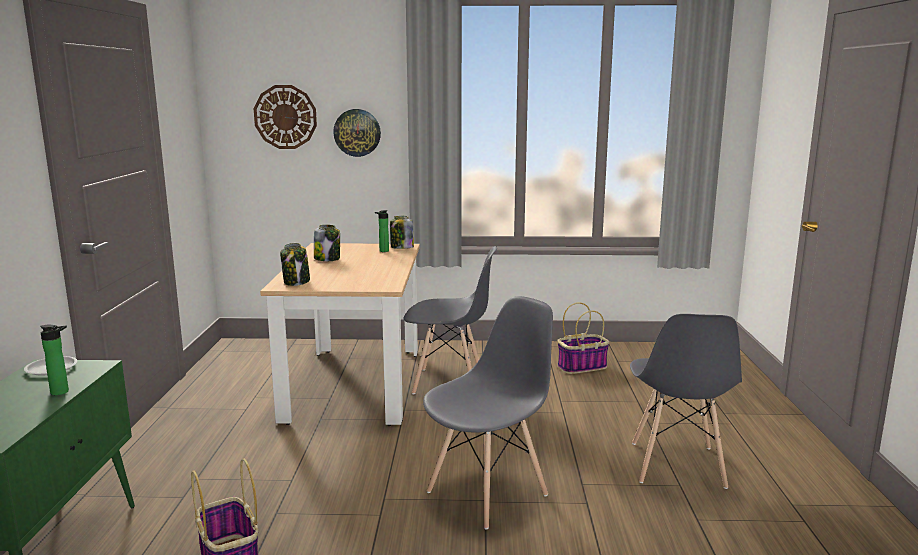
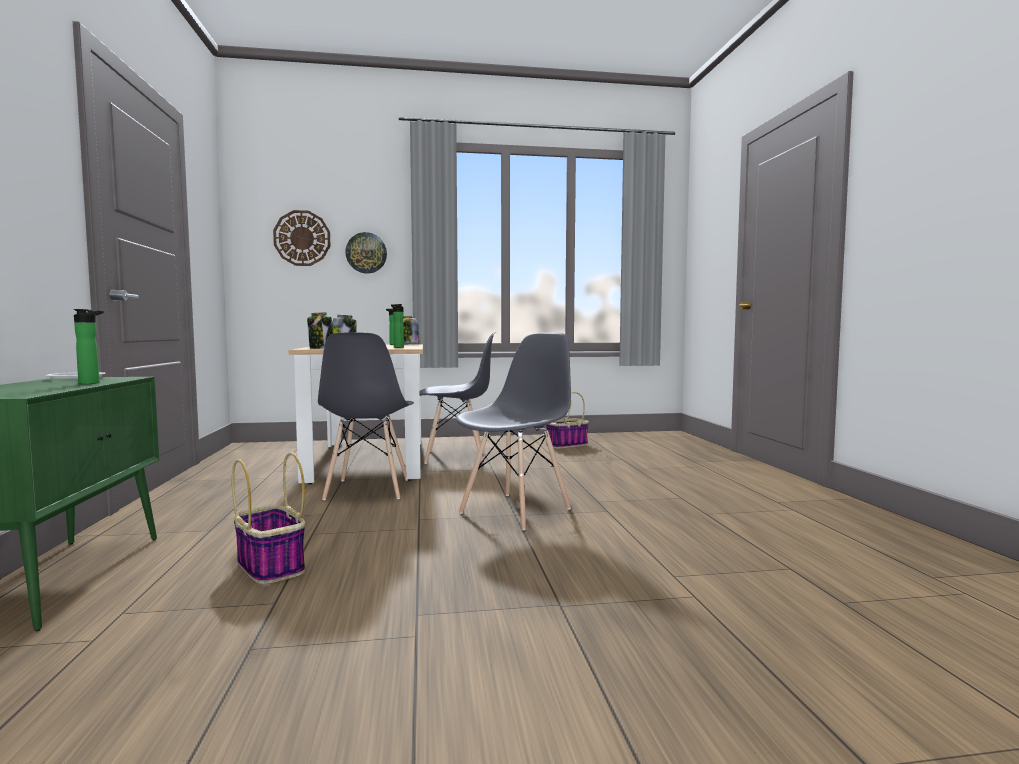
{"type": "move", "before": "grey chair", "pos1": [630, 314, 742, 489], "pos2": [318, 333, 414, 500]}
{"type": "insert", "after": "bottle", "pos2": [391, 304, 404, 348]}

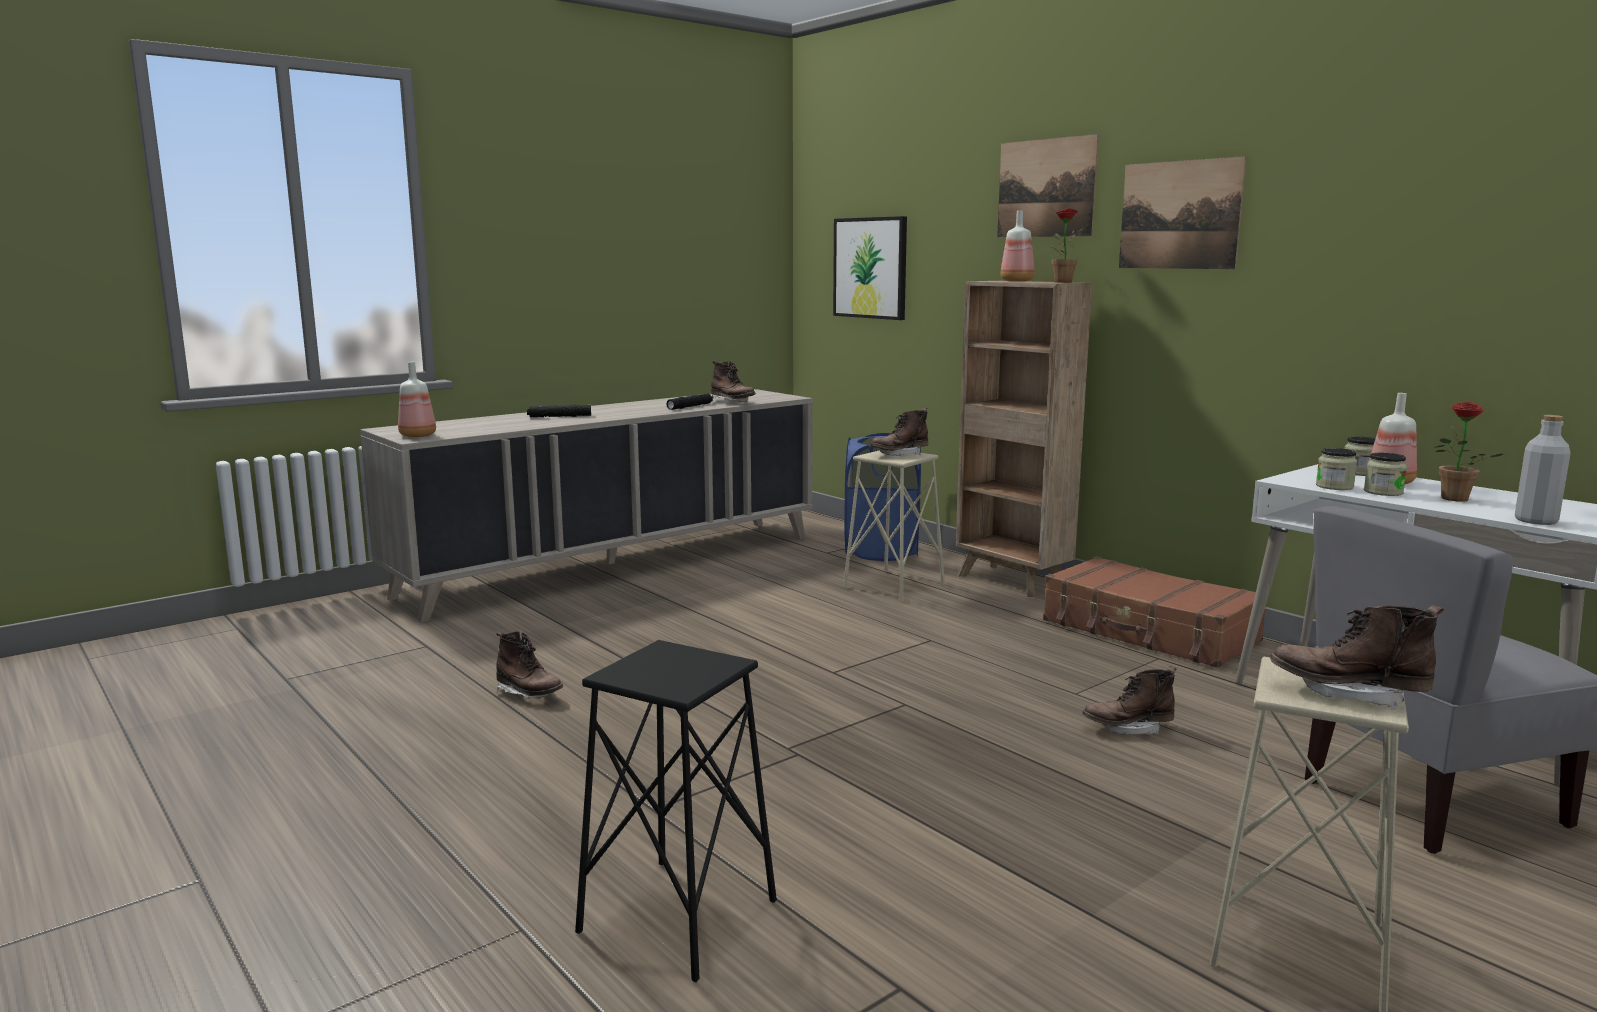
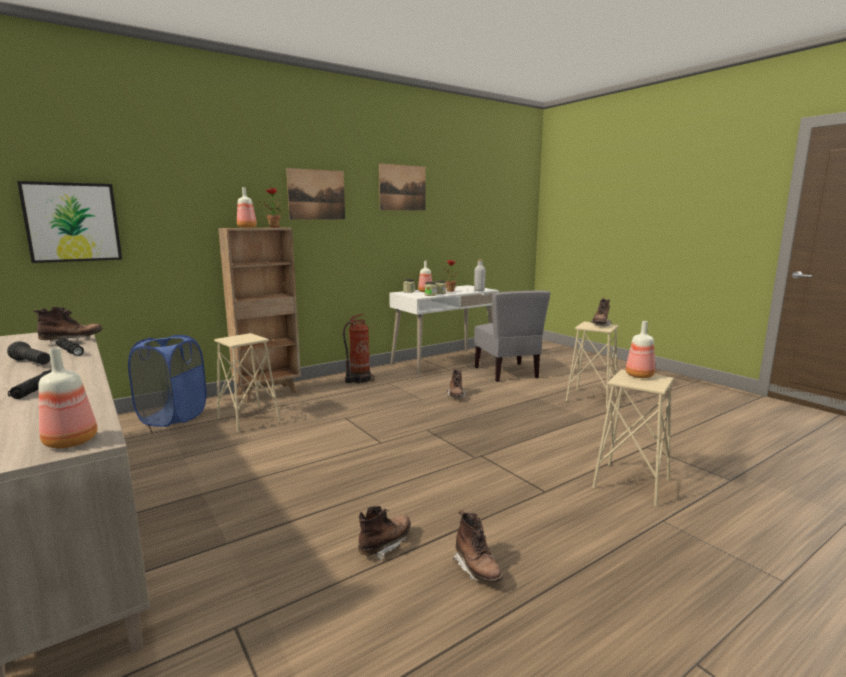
{"type": "move", "before": "picture", "pos1": [997, 134, 1099, 237], "pos2": [379, 163, 425, 211]}
{"type": "move", "before": "brown boot", "pos1": [870, 408, 928, 456], "pos2": [453, 510, 503, 583]}
{"type": "replace", "before": "brown suitcase", "after": "fire extinguisher", "pos1": [1043, 556, 1266, 668], "pos2": [343, 314, 374, 384]}
{"type": "recolor", "before": "black stool", "after": "beige stool", "pos1": [575, 640, 777, 982], "pos2": [592, 370, 674, 507]}
{"type": "insert", "after": "bottle", "pos2": [626, 321, 655, 378]}
{"type": "insert", "after": "black flashlight", "pos2": [7, 341, 50, 365]}

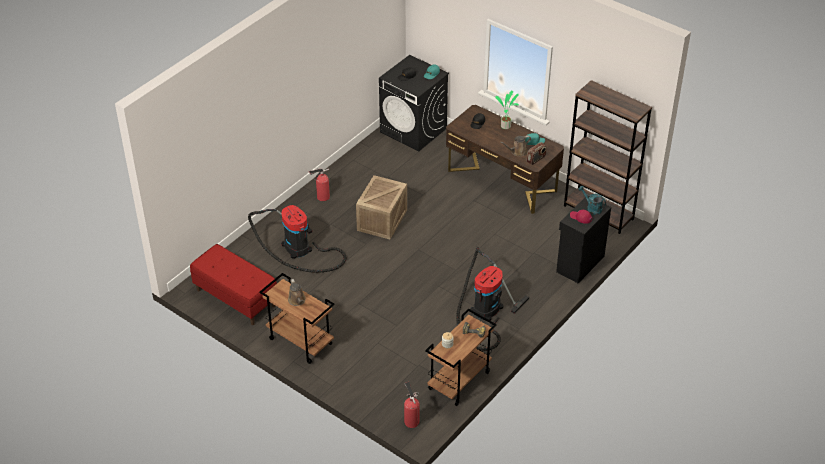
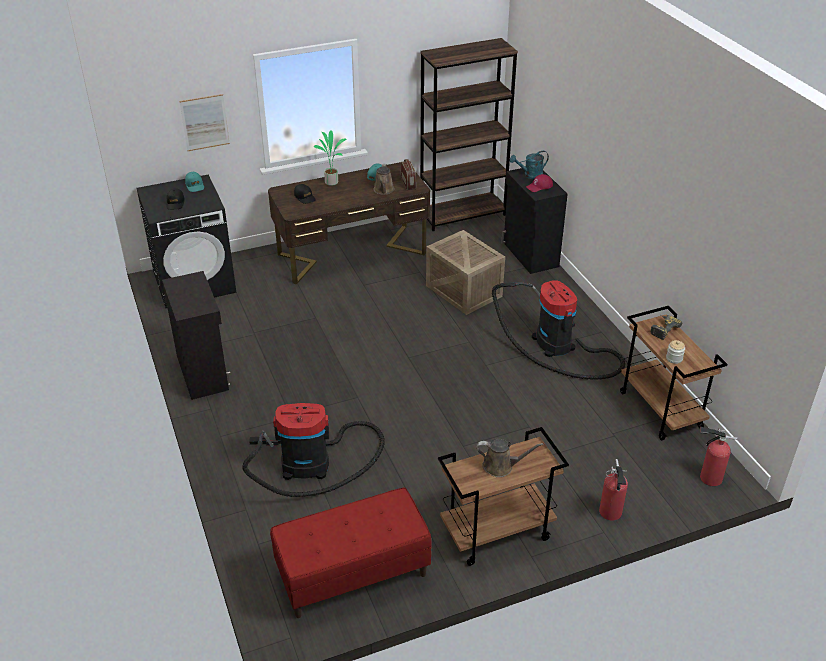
{"type": "move", "before": "fire extinguisher", "pos1": [309, 168, 330, 201], "pos2": [599, 459, 628, 520]}
{"type": "move", "before": "crate", "pos1": [356, 175, 407, 239], "pos2": [426, 230, 505, 315]}
{"type": "insert", "after": "picture", "pos2": [179, 94, 230, 151]}
{"type": "insert", "after": "black cabinet", "pos2": [162, 271, 232, 400]}

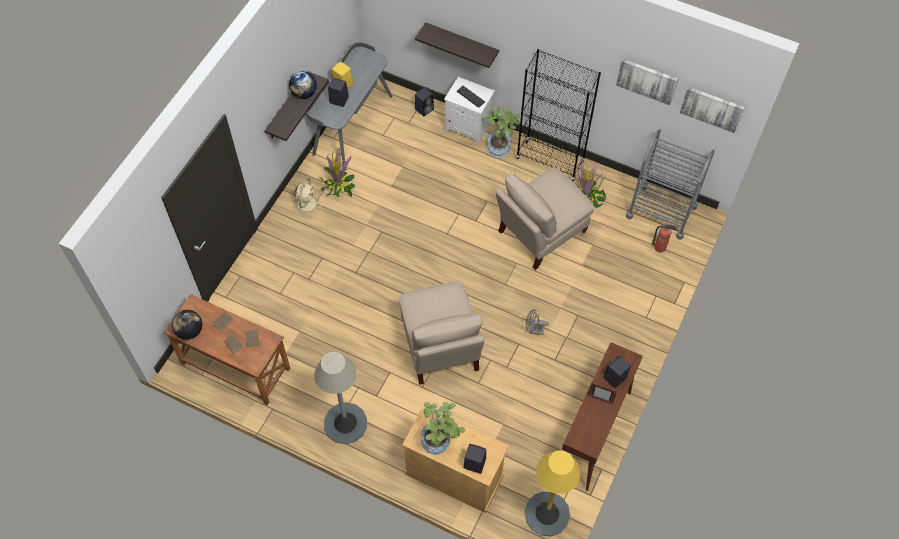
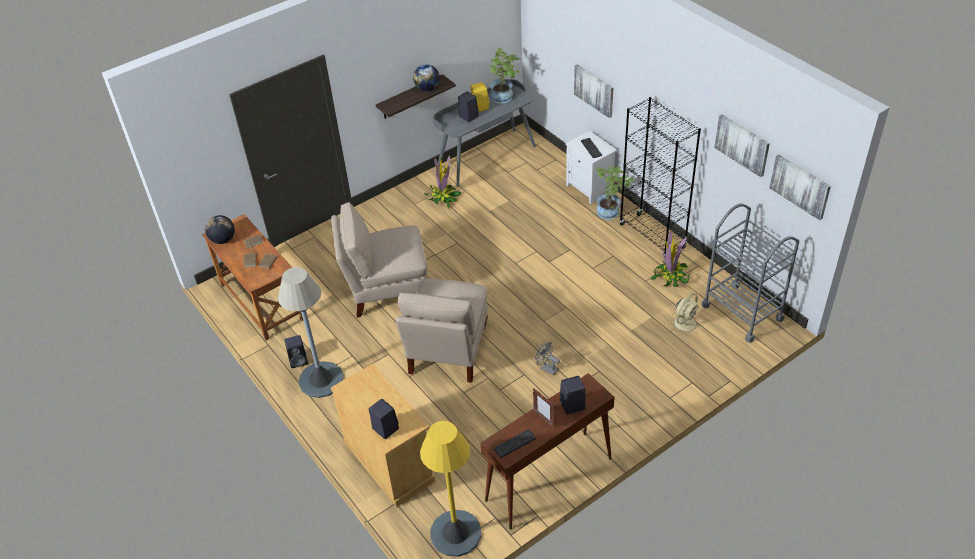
{"type": "replace", "before": "shelf", "after": "picture", "pos1": [415, 22, 499, 68], "pos2": [574, 65, 613, 118]}
{"type": "move", "before": "black speaker", "pos1": [415, 87, 434, 117], "pos2": [285, 335, 308, 368]}
{"type": "move", "before": "beige chair", "pos1": [496, 168, 594, 270], "pos2": [331, 202, 427, 317]}
{"type": "move", "before": "beige fan", "pos1": [293, 178, 322, 216], "pos2": [670, 293, 703, 336]}
{"type": "delete", "before": "fire extinguisher", "pos1": [651, 224, 678, 253]}
{"type": "move", "before": "potted plant", "pos1": [421, 402, 466, 455], "pos2": [488, 48, 521, 103]}
{"type": "insert", "after": "keyboard", "pos2": [494, 429, 536, 458]}

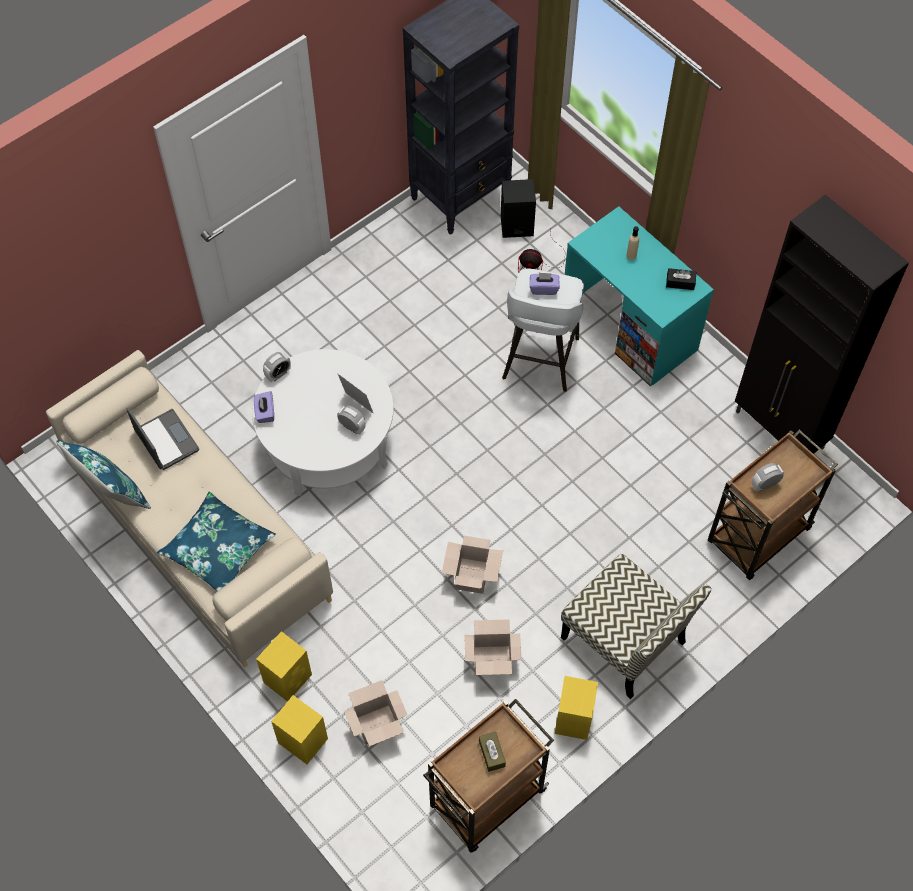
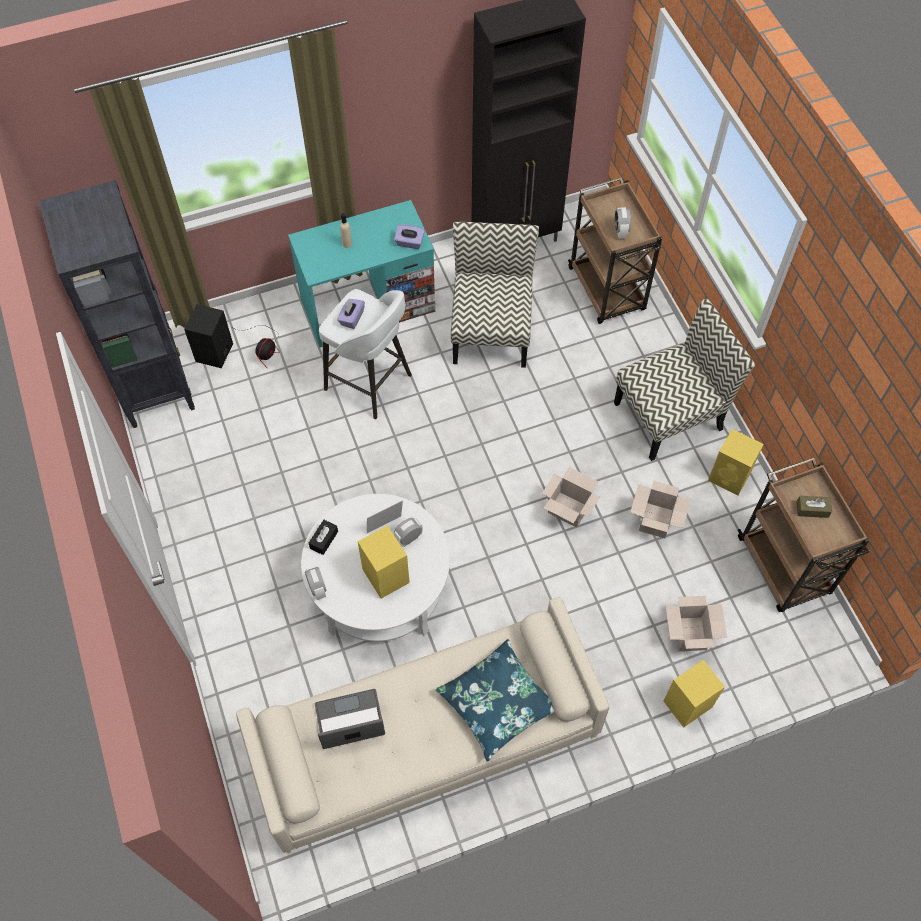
{"type": "move", "before": "black tissue box", "pos1": [666, 268, 696, 290], "pos2": [309, 520, 338, 555]}
{"type": "move", "before": "purple tissue box", "pos1": [254, 391, 274, 423], "pos2": [394, 224, 425, 249]}
{"type": "delete", "before": "blue pillow", "pos1": [56, 440, 151, 509]}
{"type": "move", "before": "yellow speaker", "pos1": [256, 631, 312, 702], "pos2": [358, 525, 410, 599]}
{"type": "insert", "after": "chair", "pos2": [451, 222, 539, 368]}

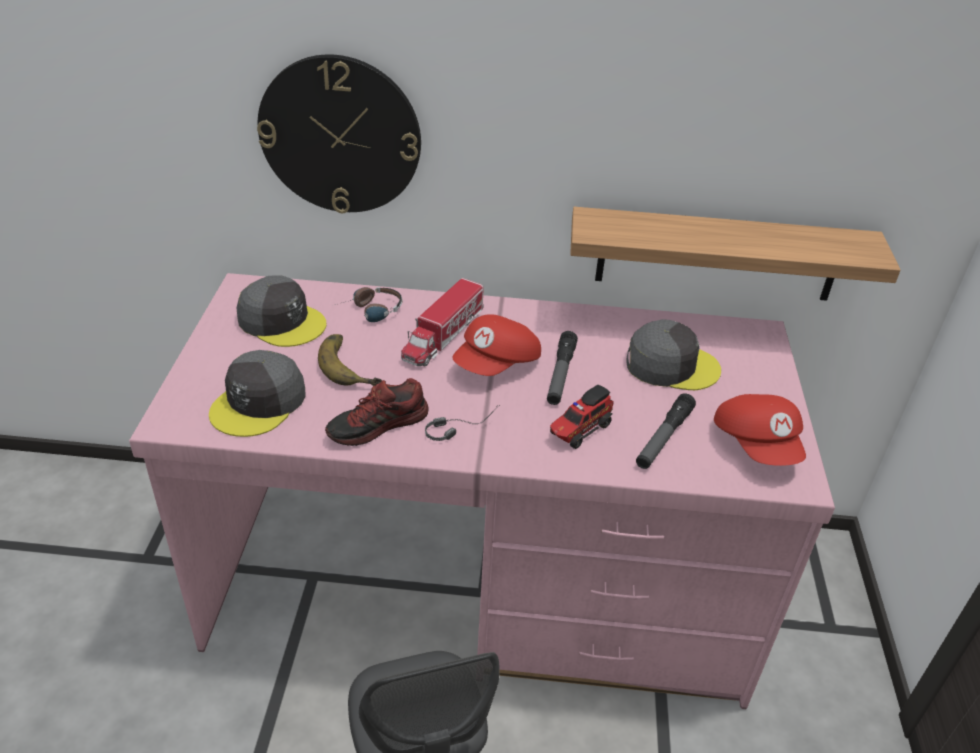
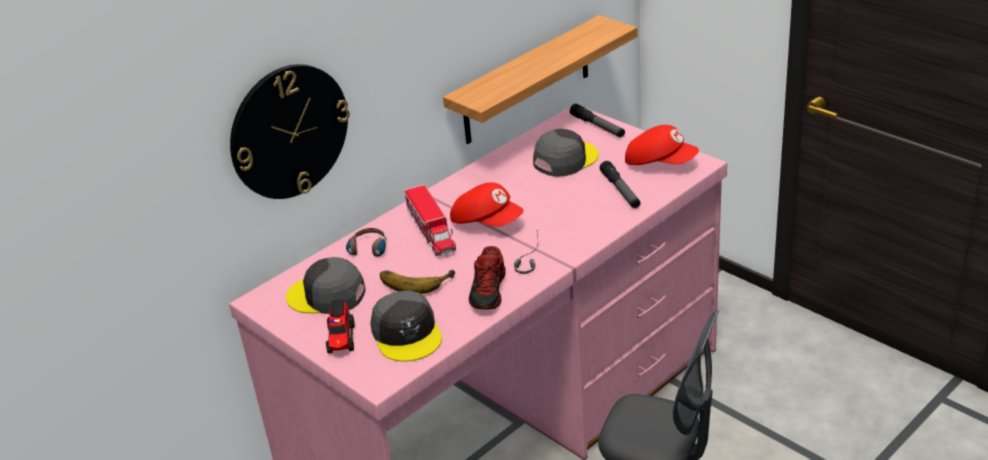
{"type": "rotate", "before": "grey cap", "pos1": [237, 275, 327, 347], "pos2": [286, 257, 365, 314], "turn": -150}
{"type": "rotate", "before": "red cap", "pos1": [452, 314, 541, 376], "pos2": [450, 182, 524, 227], "turn": -45}
{"type": "move", "before": "flashlight", "pos1": [547, 331, 578, 405], "pos2": [570, 103, 625, 138]}
{"type": "move", "before": "toy truck", "pos1": [550, 385, 614, 449], "pos2": [326, 299, 355, 353]}

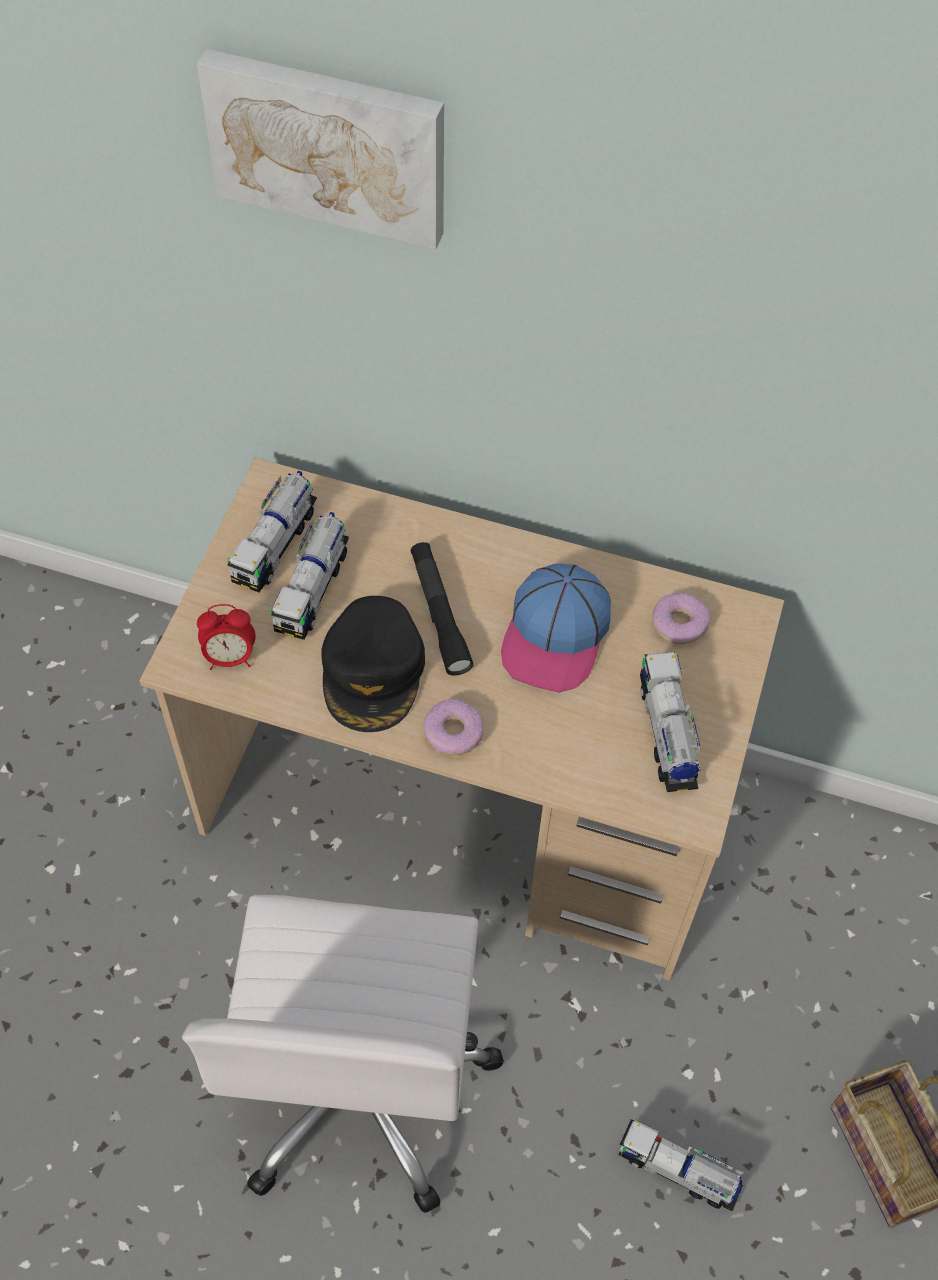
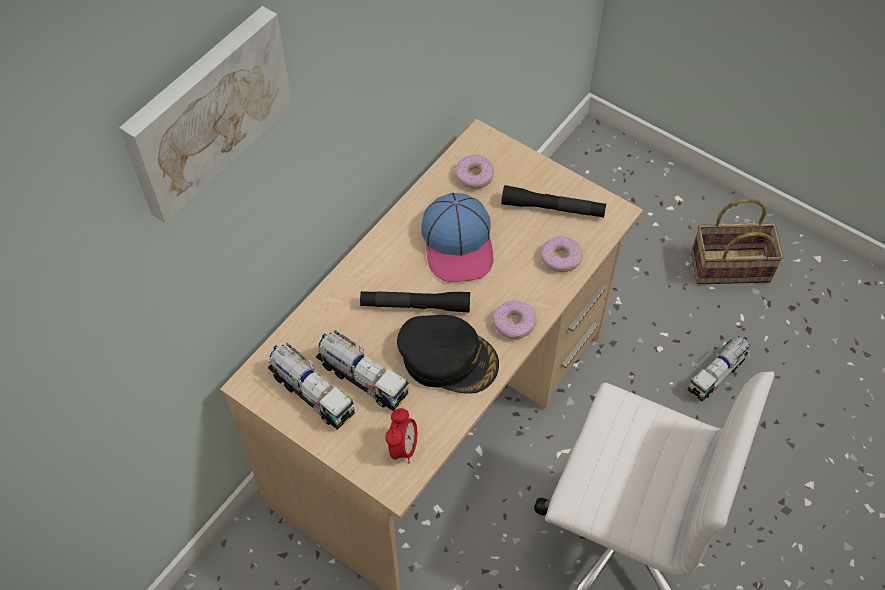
{"type": "rotate", "before": "cap", "pos1": [501, 563, 611, 693], "pos2": [422, 193, 494, 282], "turn": 45}
{"type": "replace", "before": "toy truck", "after": "black flashlight", "pos1": [640, 652, 700, 792], "pos2": [501, 185, 606, 218]}
{"type": "insert", "after": "donut", "pos2": [541, 236, 583, 272]}

